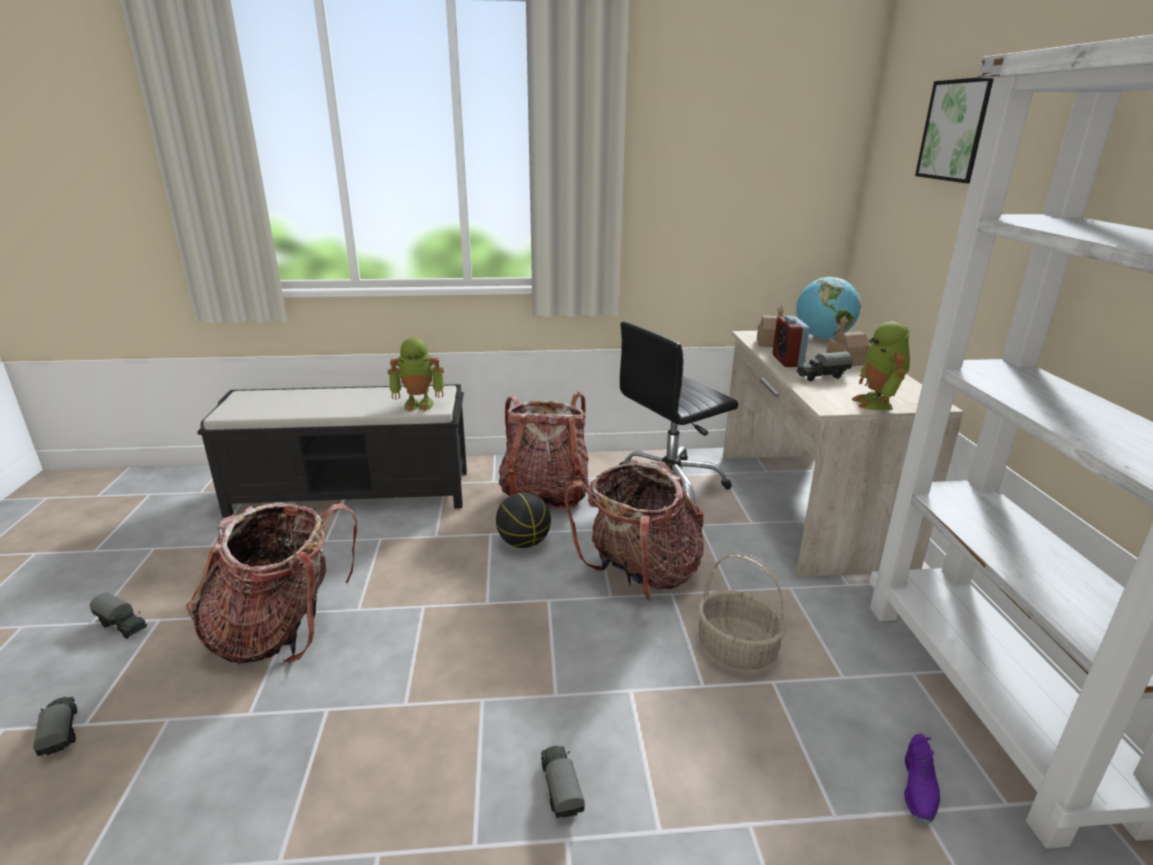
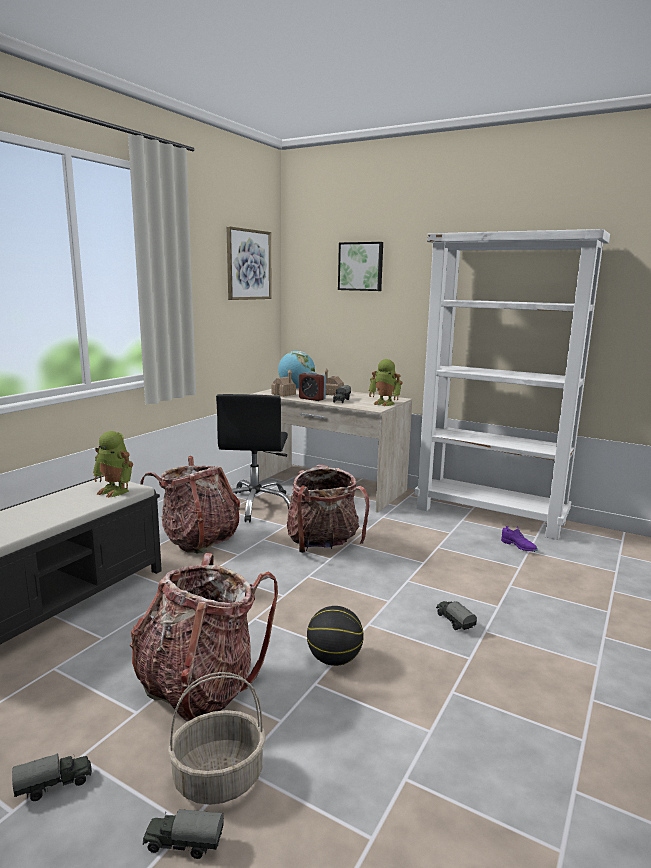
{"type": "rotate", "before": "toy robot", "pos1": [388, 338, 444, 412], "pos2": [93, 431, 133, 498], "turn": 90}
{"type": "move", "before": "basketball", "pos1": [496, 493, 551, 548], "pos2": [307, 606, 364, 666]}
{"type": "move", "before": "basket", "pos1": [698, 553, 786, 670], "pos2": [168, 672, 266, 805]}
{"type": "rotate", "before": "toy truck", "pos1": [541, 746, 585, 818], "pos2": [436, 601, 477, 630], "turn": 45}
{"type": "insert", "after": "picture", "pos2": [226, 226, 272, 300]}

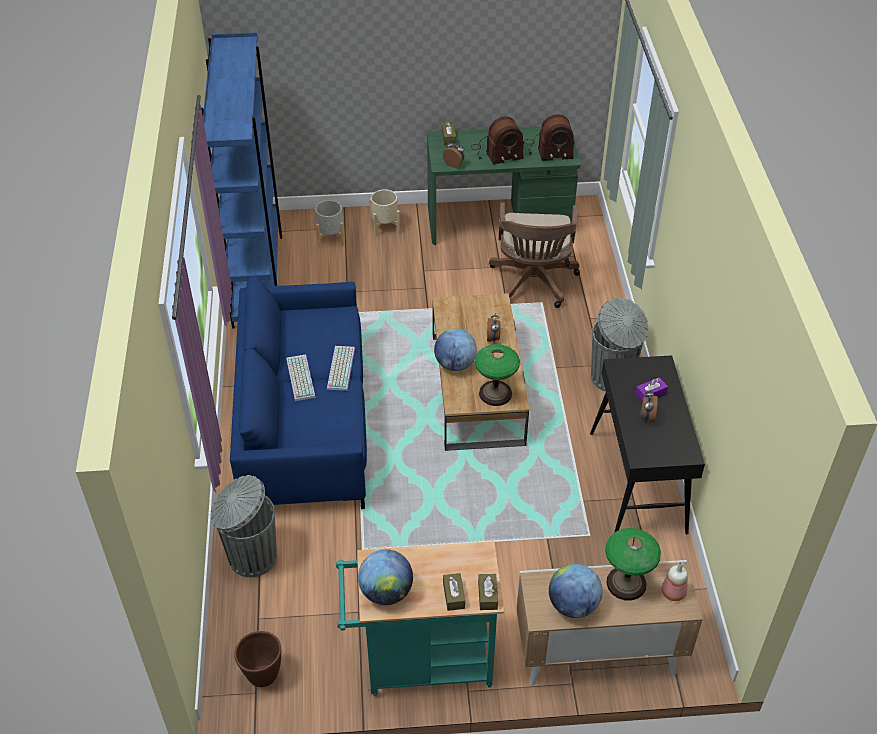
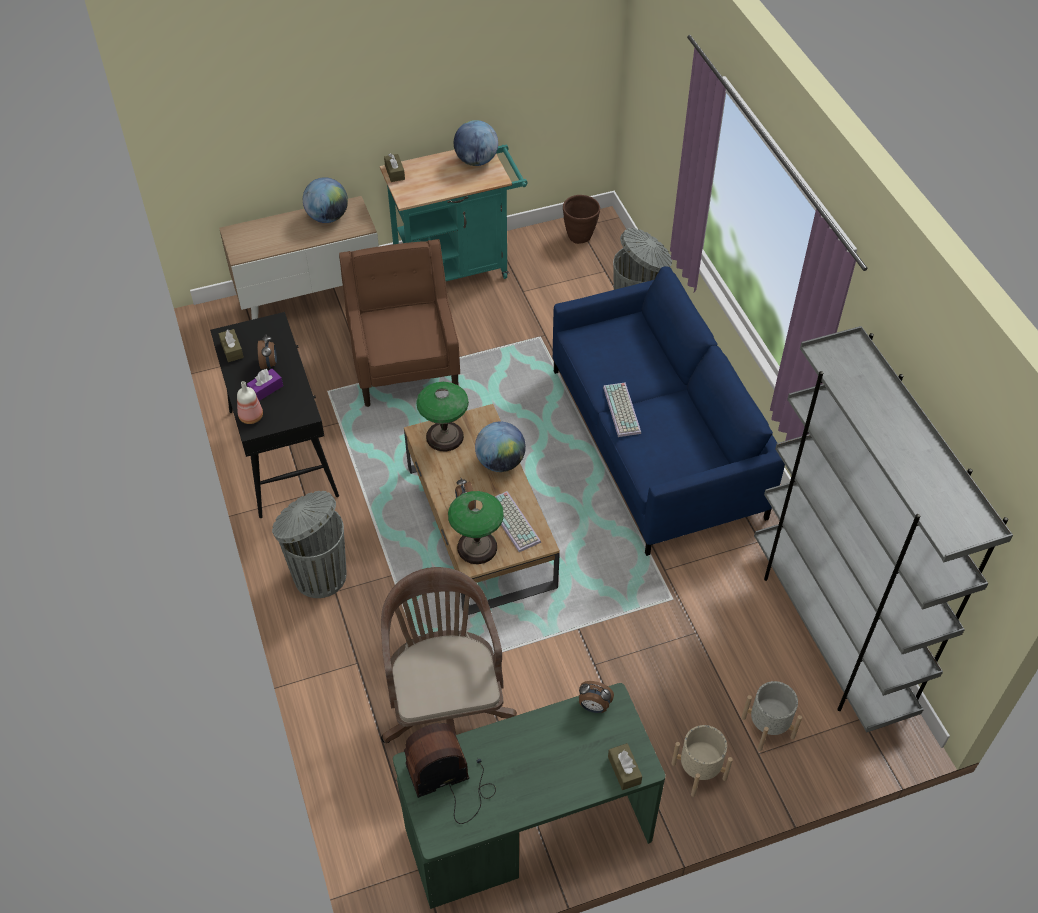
{"type": "recolor", "before": "blue bookcase", "after": "grey bookcase", "pos1": [201, 32, 282, 328], "pos2": [754, 326, 1013, 733]}
{"type": "delete", "before": "radio", "pos1": [471, 117, 524, 165]}
{"type": "move", "before": "keyboard", "pos1": [286, 355, 316, 401], "pos2": [495, 491, 541, 552]}
{"type": "move", "before": "table lamp", "pos1": [605, 528, 661, 601], "pos2": [448, 491, 504, 564]}
{"type": "move", "before": "bottle", "pos1": [662, 562, 687, 601], "pos2": [237, 381, 263, 424]}
{"type": "move", "before": "brown tissue box", "pos1": [443, 573, 465, 611], "pos2": [218, 329, 244, 362]}
{"type": "insert", "after": "brown armchair", "pos2": [339, 239, 460, 407]}

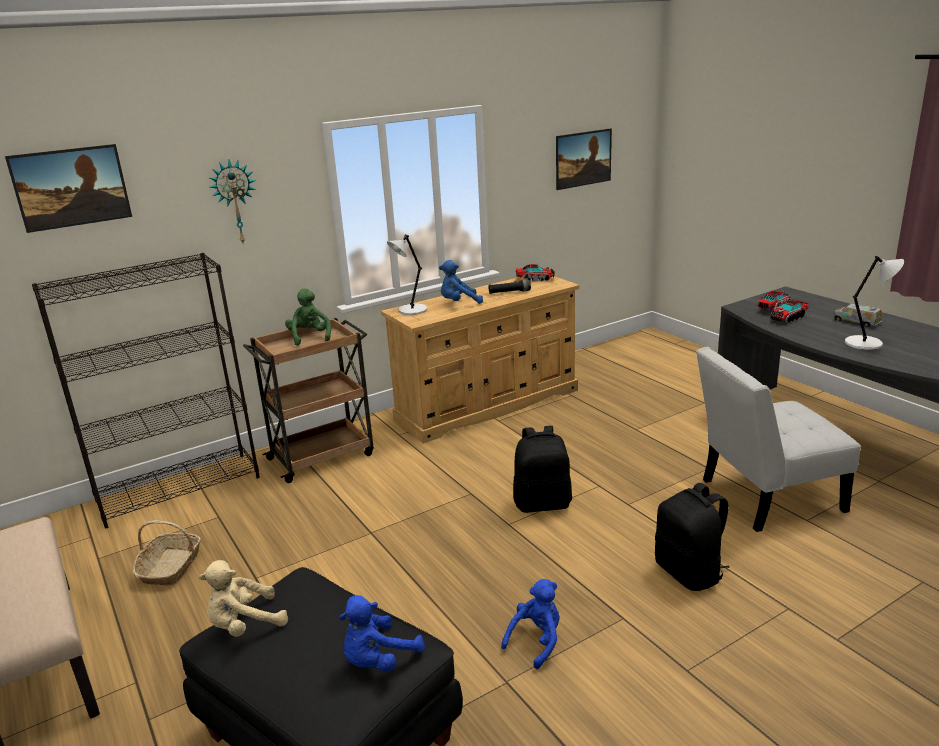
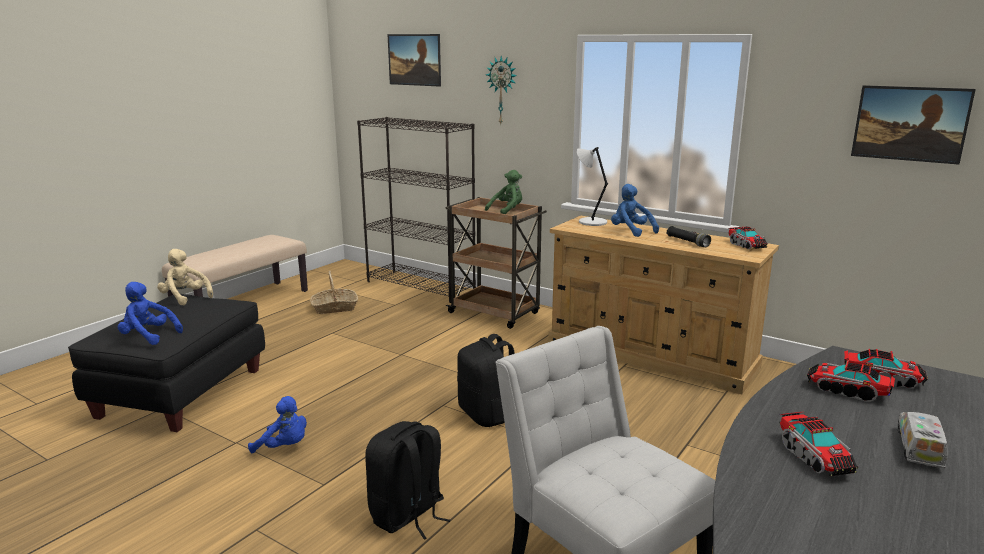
{"type": "replace", "before": "white table lamp", "after": "toy truck", "pos1": [845, 256, 904, 350], "pos2": [779, 412, 858, 476]}

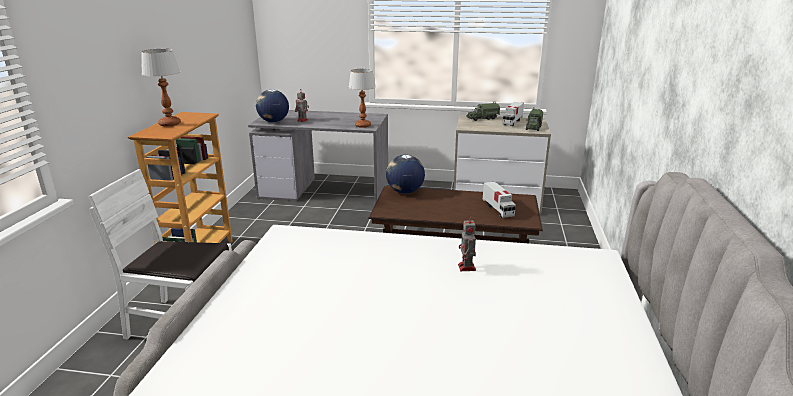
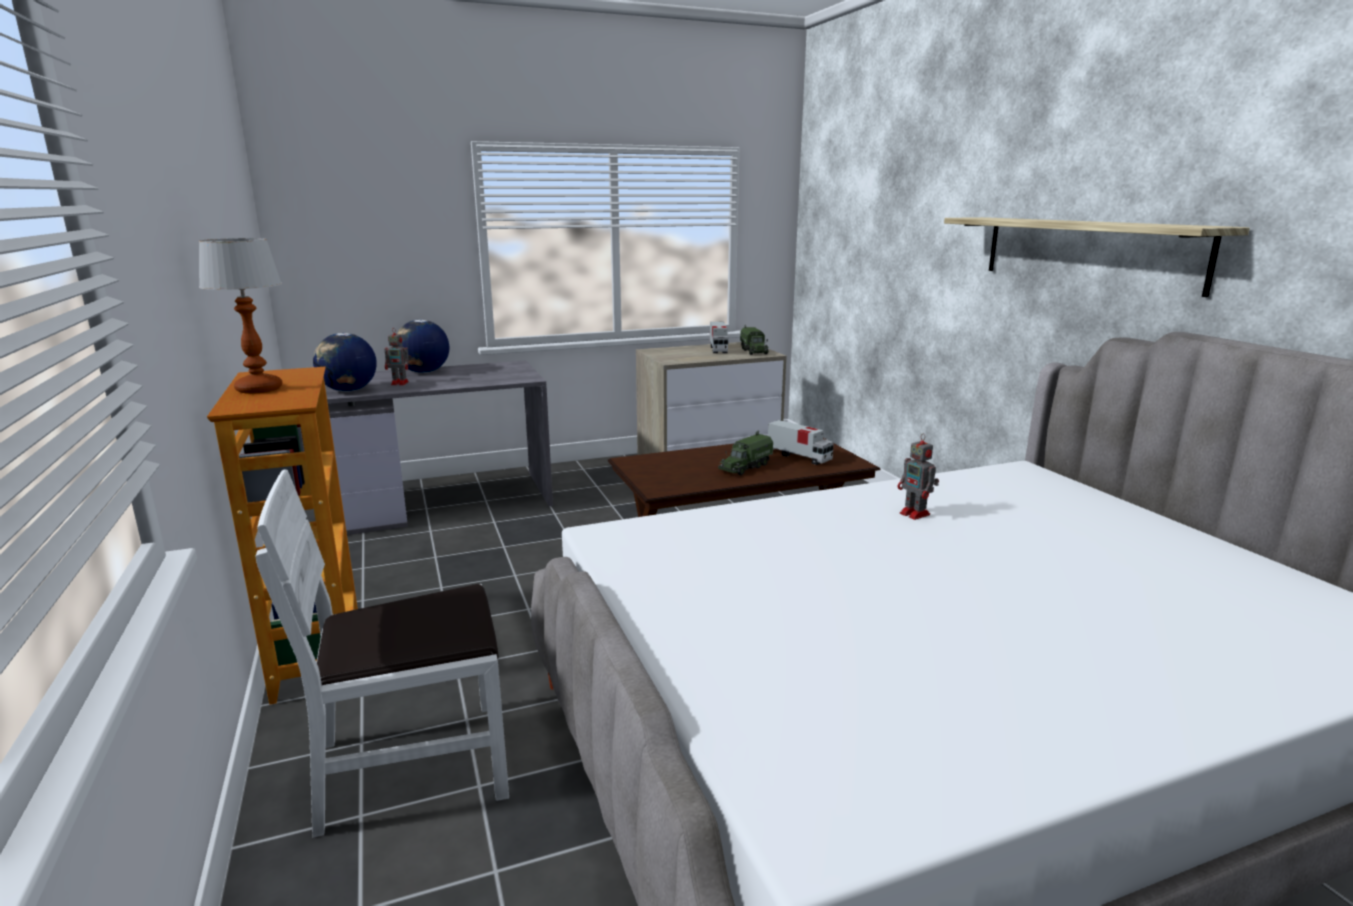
{"type": "delete", "before": "table lamp", "pos1": [349, 69, 376, 128]}
{"type": "move", "before": "toy truck", "pos1": [466, 102, 500, 121], "pos2": [718, 431, 773, 475]}
{"type": "move", "before": "globe", "pos1": [386, 155, 425, 194], "pos2": [397, 320, 449, 373]}
{"type": "insert", "after": "shelf", "pos2": [944, 217, 1250, 297]}

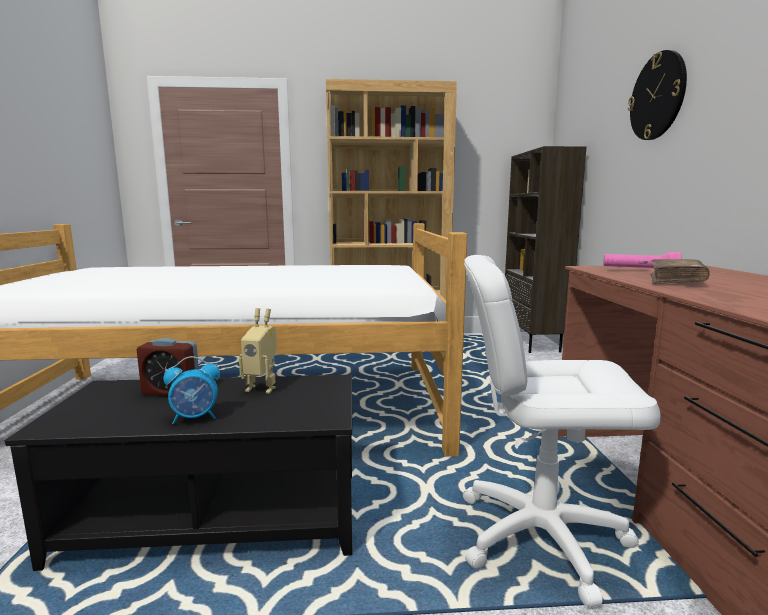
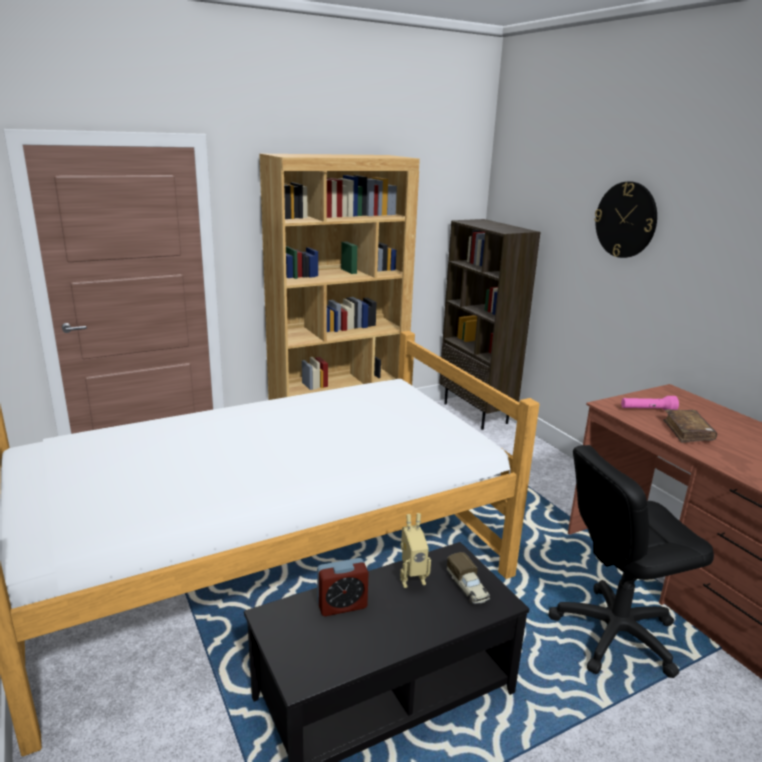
{"type": "recolor", "before": "white office chair", "after": "black office chair", "pos1": [463, 255, 661, 608], "pos2": [548, 445, 714, 678]}
{"type": "delete", "before": "alarm clock", "pos1": [163, 356, 220, 424]}
{"type": "insert", "after": "toy truck", "pos2": [447, 552, 490, 604]}

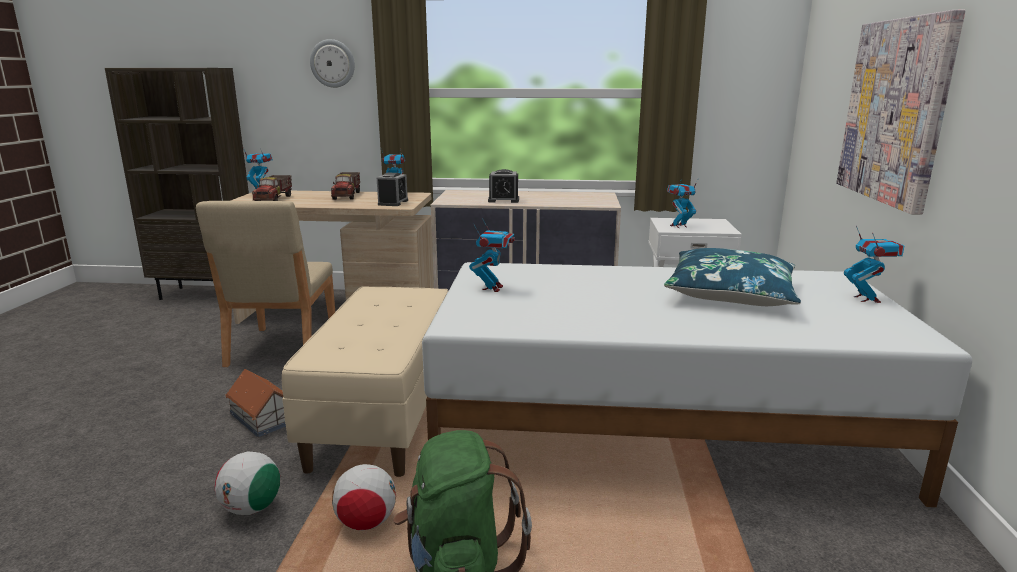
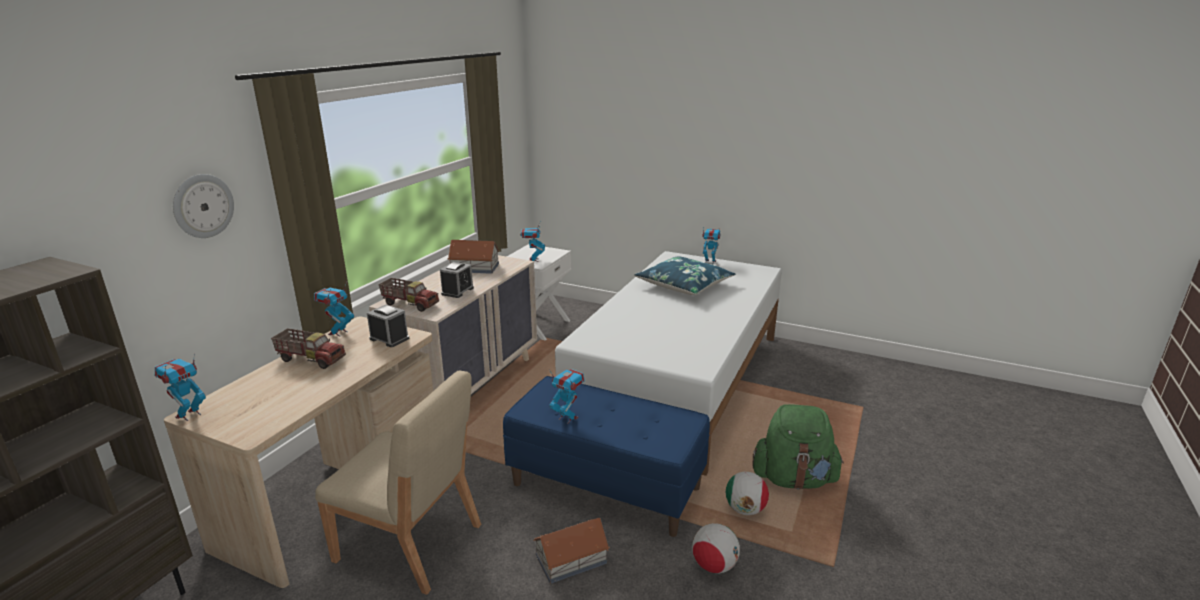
{"type": "delete", "before": "picture", "pos1": [836, 10, 965, 215]}
{"type": "move", "before": "toy truck", "pos1": [252, 175, 292, 201], "pos2": [378, 278, 439, 312]}
{"type": "move", "before": "toy robot", "pos1": [469, 218, 515, 292], "pos2": [549, 369, 585, 424]}
{"type": "recolor", "before": "beige bench", "after": "blue bench", "pos1": [282, 286, 448, 477], "pos2": [503, 376, 710, 537]}
{"type": "insert", "after": "toy house", "pos2": [448, 240, 500, 274]}

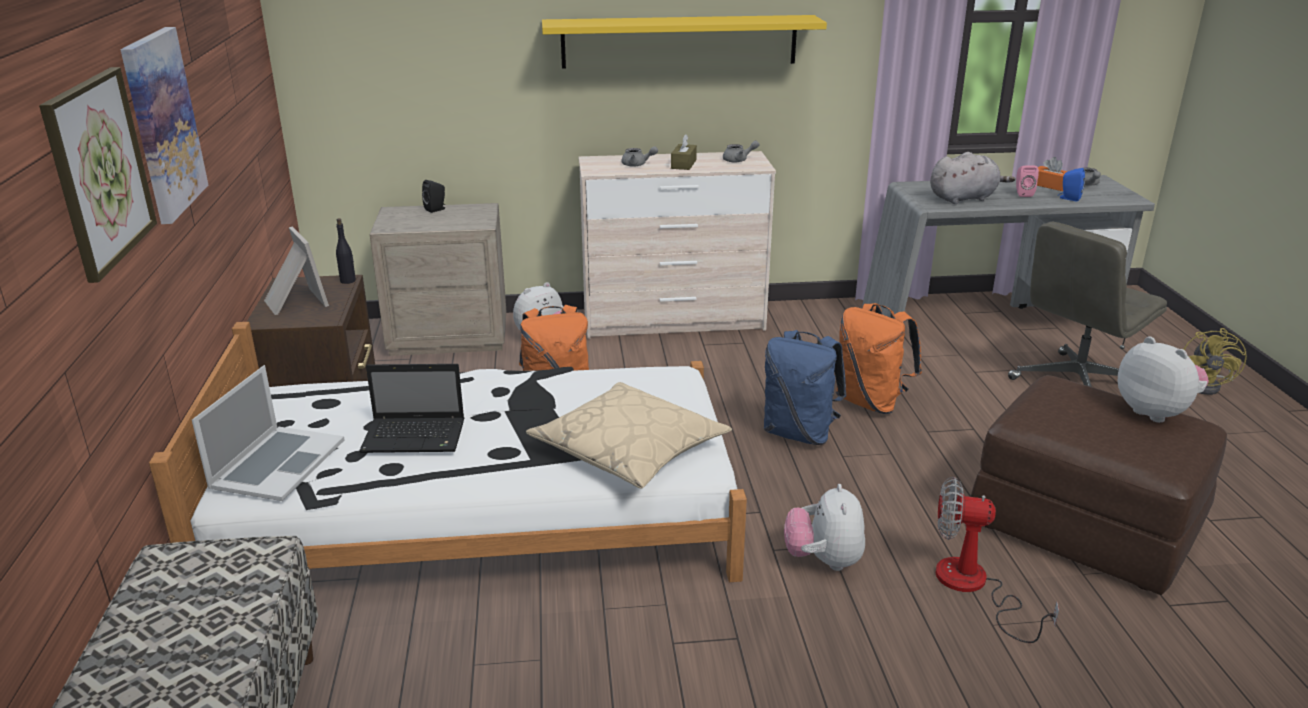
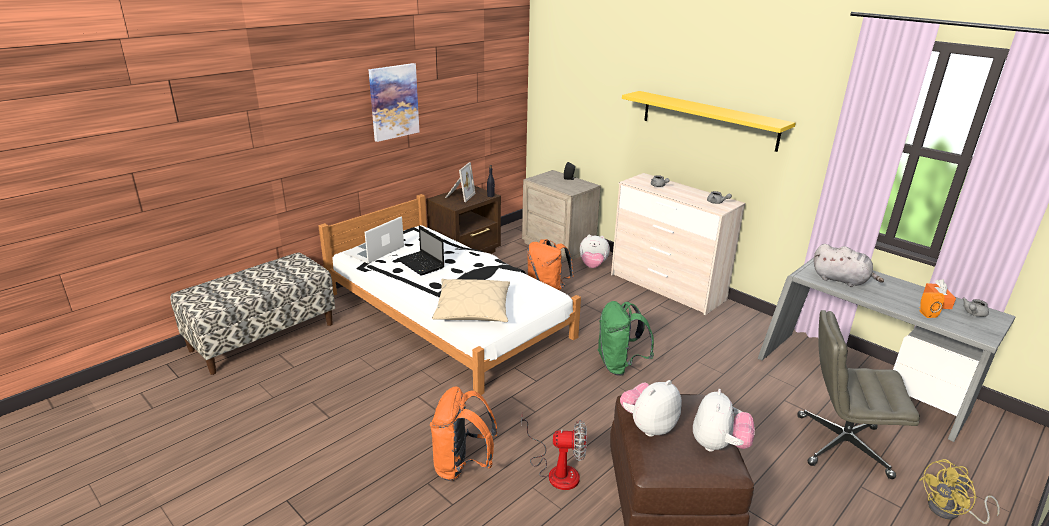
{"type": "delete", "before": "picture", "pos1": [39, 67, 157, 283]}
{"type": "delete", "before": "brown tissue box", "pos1": [671, 134, 697, 170]}
{"type": "delete", "before": "pink speaker", "pos1": [1016, 165, 1039, 197]}
{"type": "recolor", "before": "blue speaker", "after": "orange speaker", "pos1": [1058, 168, 1085, 202], "pos2": [919, 292, 944, 318]}
{"type": "move", "before": "orange backpack", "pos1": [836, 303, 922, 414], "pos2": [430, 387, 497, 481]}
{"type": "recolor", "before": "blue backpack", "after": "green backpack", "pos1": [764, 330, 846, 445], "pos2": [597, 301, 654, 376]}
{"type": "rotate", "before": "laptop", "pos1": [192, 365, 345, 501], "pos2": [344, 216, 404, 263], "turn": 150}
{"type": "rotate", "before": "fan", "pos1": [936, 477, 1059, 643], "pos2": [521, 419, 587, 490], "turn": 120}
{"type": "move", "before": "plush toy", "pos1": [784, 484, 865, 571], "pos2": [620, 380, 682, 437]}

